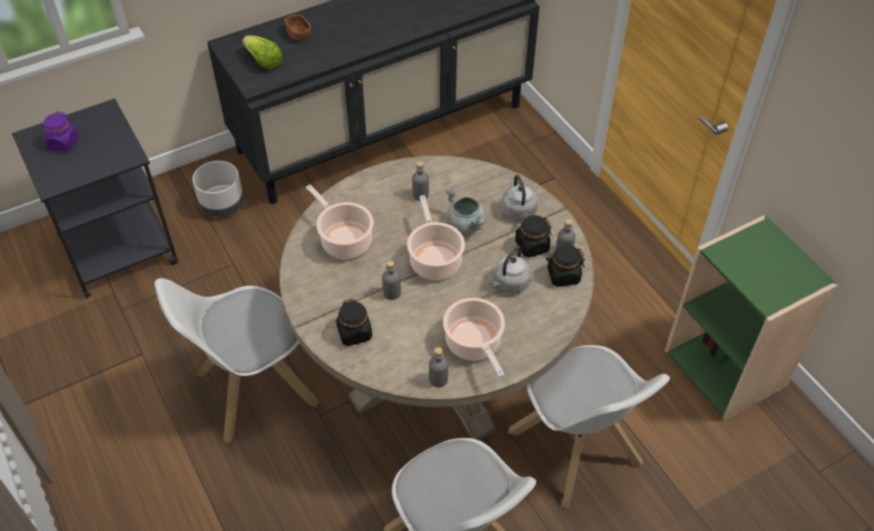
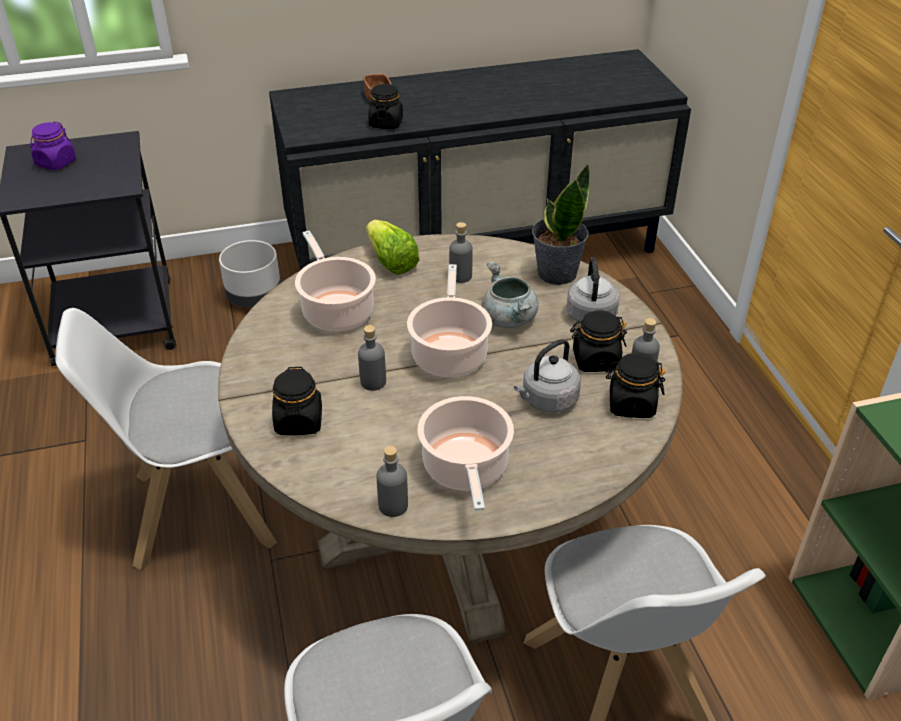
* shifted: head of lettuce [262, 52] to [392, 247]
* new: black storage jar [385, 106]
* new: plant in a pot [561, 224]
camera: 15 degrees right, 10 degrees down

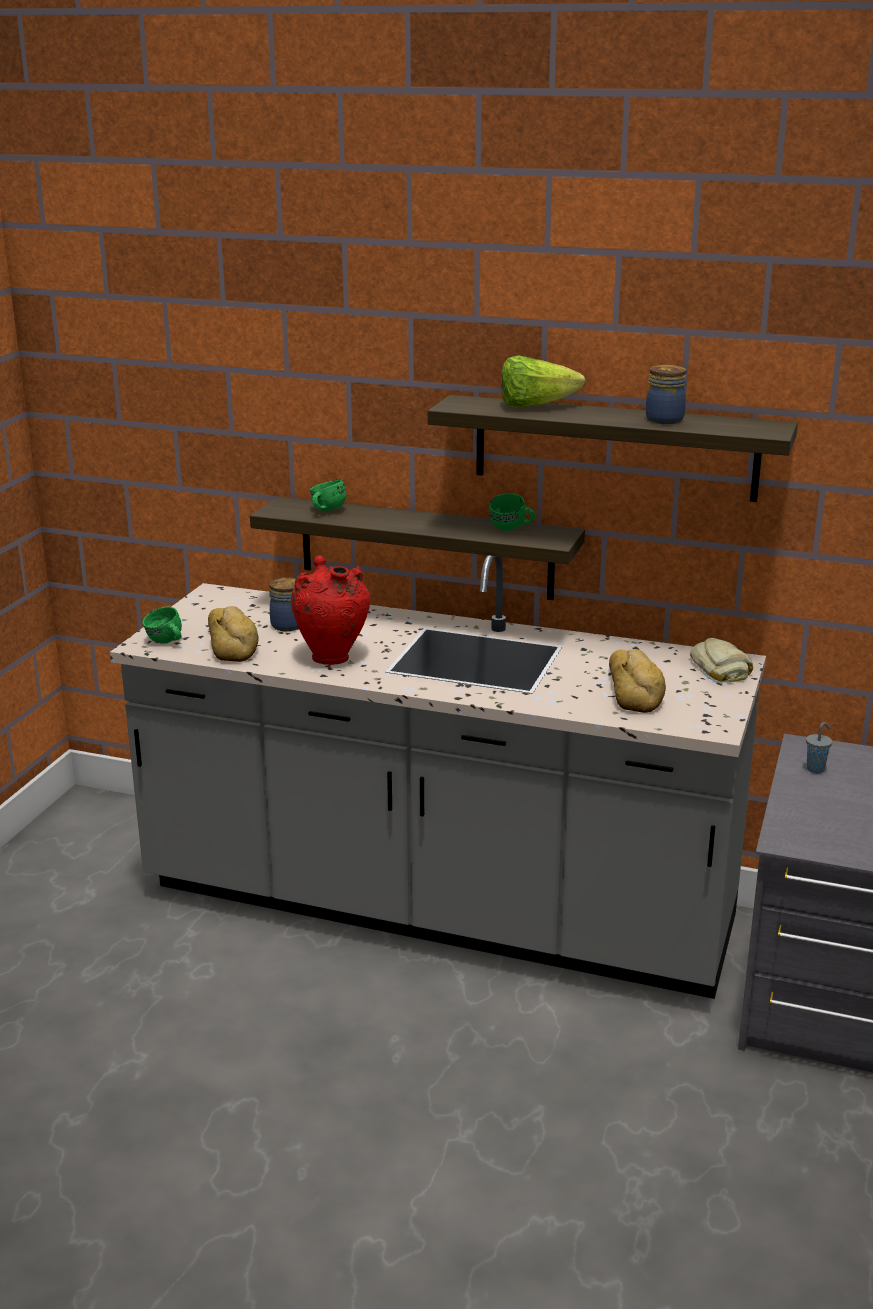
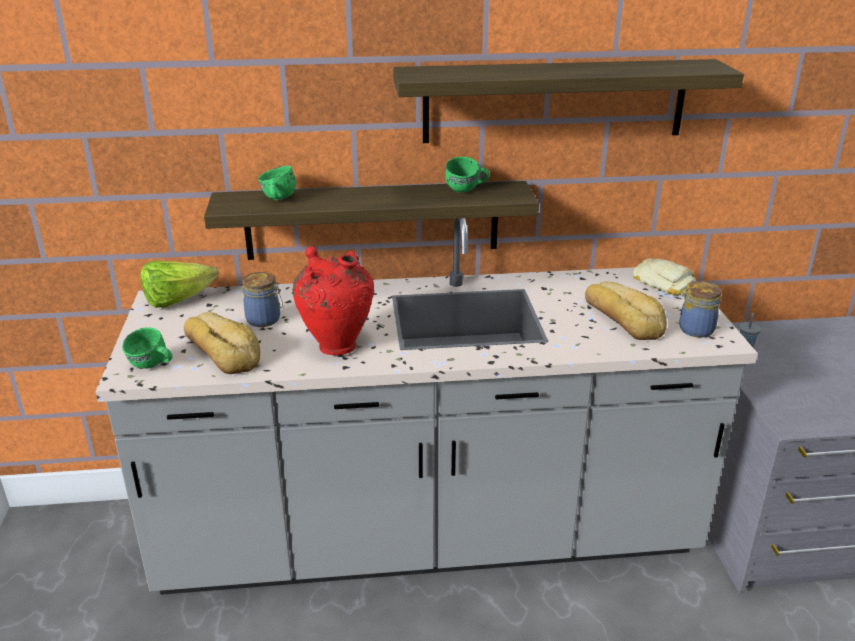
* shifted: head of lettuce [543, 381] to [179, 284]
* shifted: storage jar [666, 394] to [700, 309]
camera: 25 degrees left, 5 degrees up

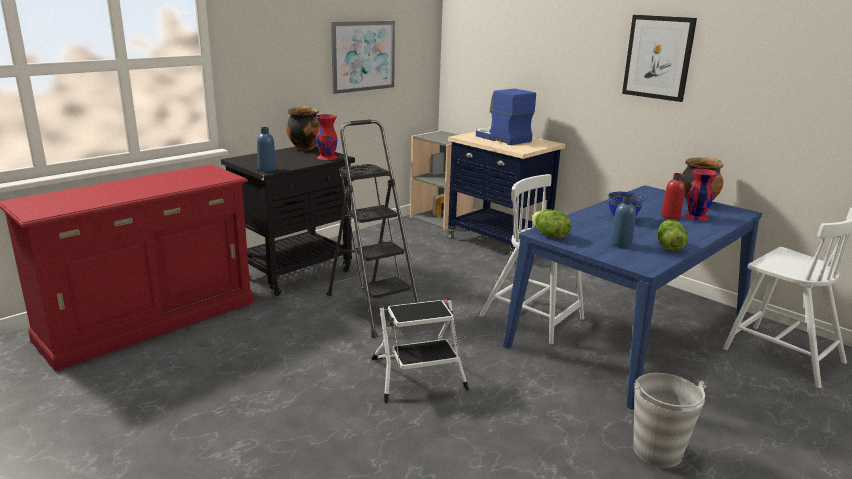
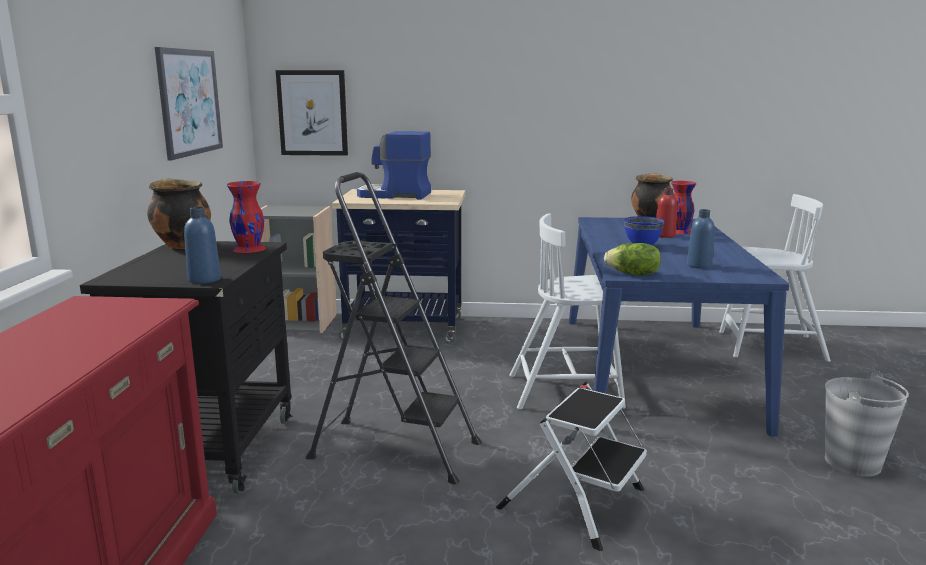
* shifted: wall picture [659, 58] to [312, 113]
* gone: head of lettuce [673, 235]
camera: 40 degrees left, 5 degrees down

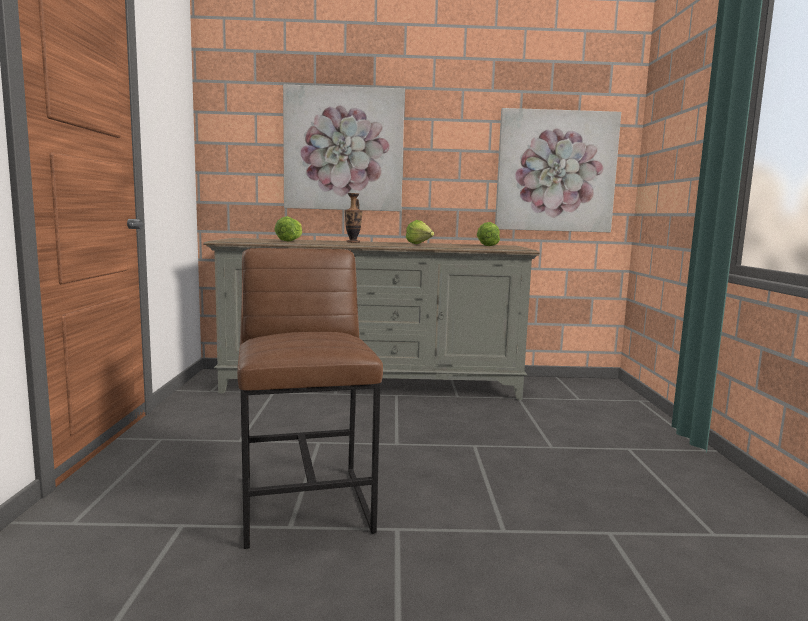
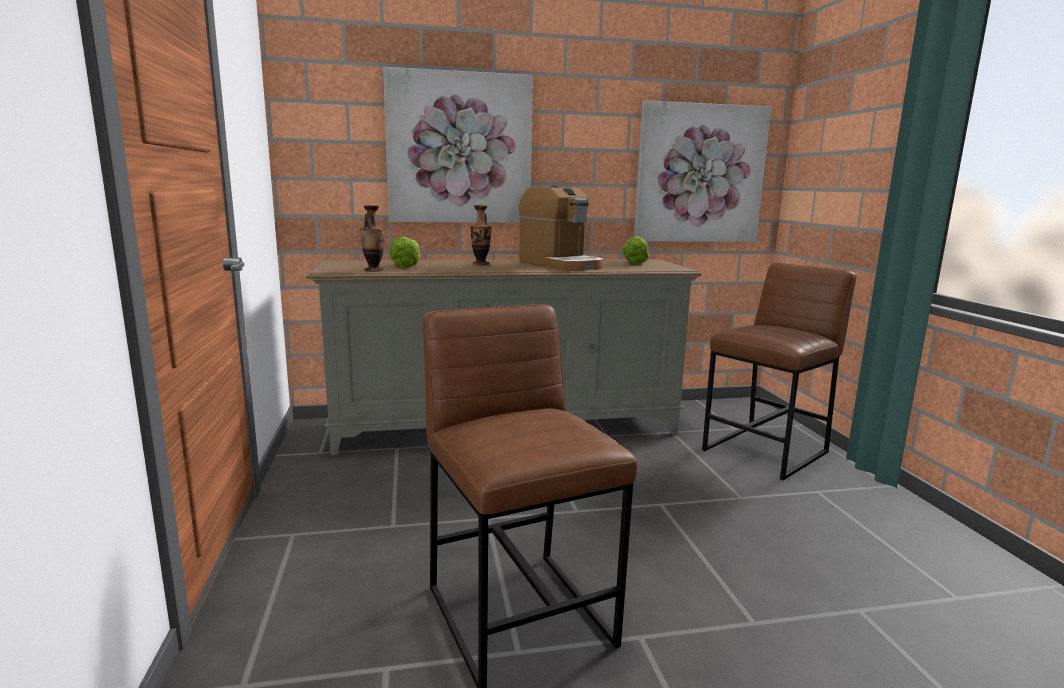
* swapped: head of lettuce [420, 232] to coffee maker [561, 228]
* new: vase [372, 238]
* new: brown upright chair [779, 371]
camera: 10 degrees left, 5 degrees up

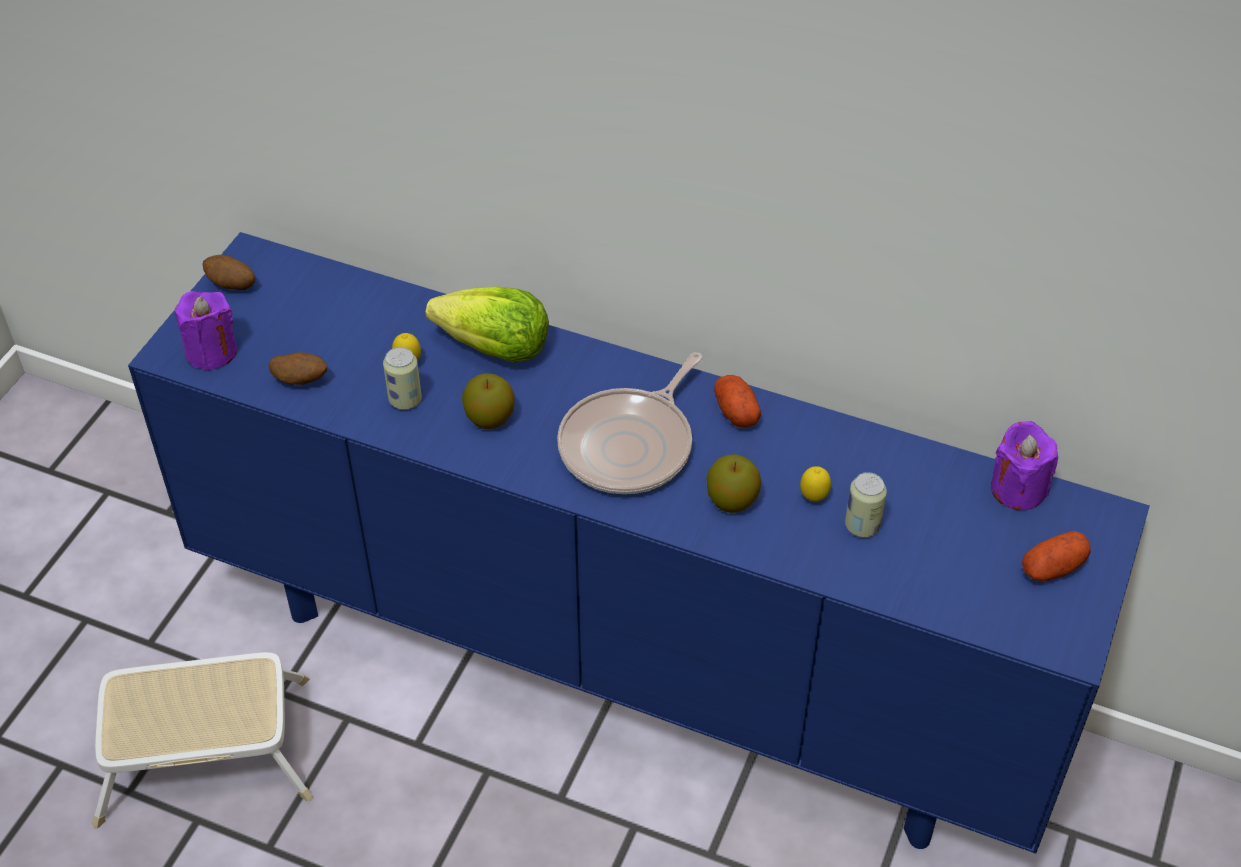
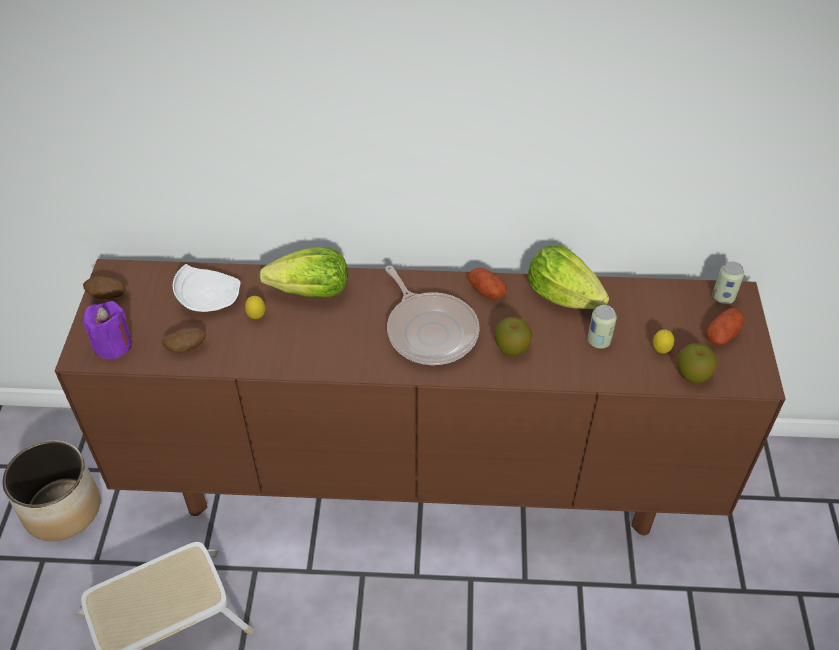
* repainted: blue storage cabinet [639, 543] to brown storage cabinet [420, 397]
* shifted: can [402, 378] to [728, 282]
* shifted: whole apple [488, 401] to [697, 363]
* rotated: pan [629, 423] = [432, 315] 45 degrees counterclockwise
* shifted: lemon [815, 483] to [663, 341]
* gone: purplish wax candle [1024, 465]
* new: plant pot [51, 490]
* new: white-coloured plate [207, 288]
* new: head of lettuce [568, 277]
camera: 20 degrees left, 0 degrees up

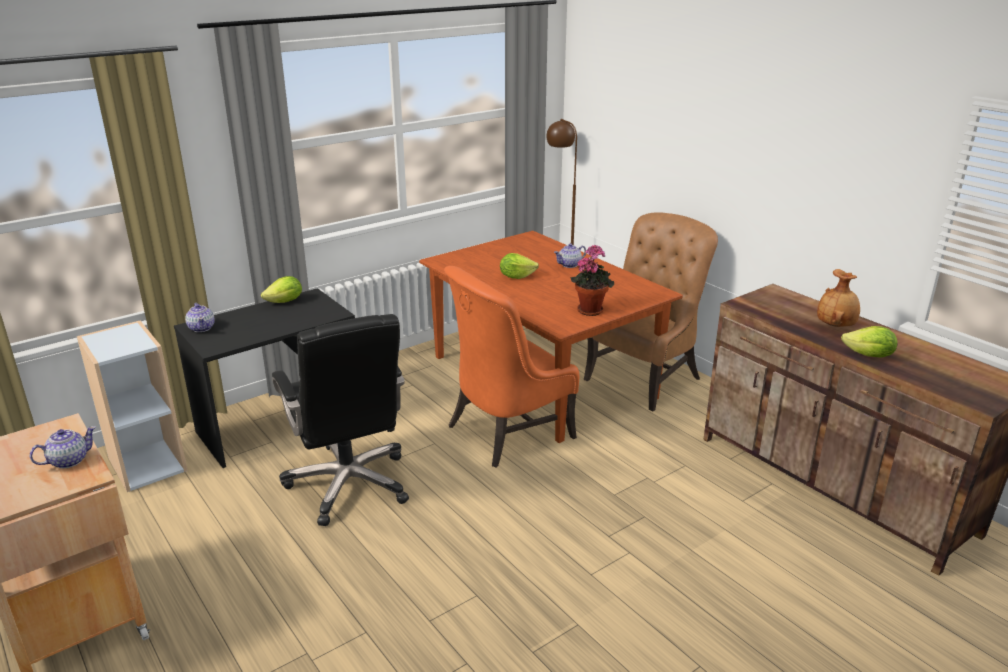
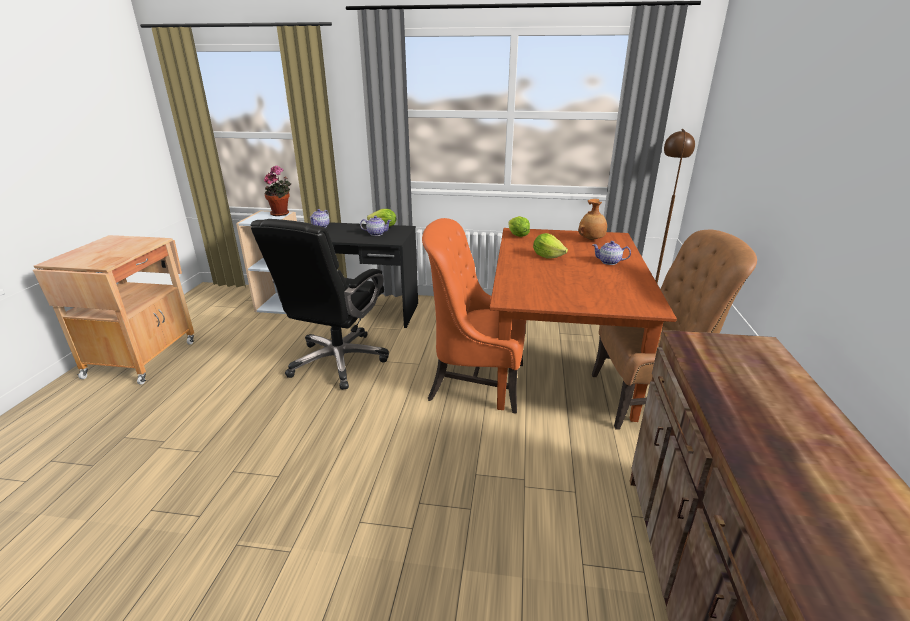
* shifted: tea pot [63, 447] to [375, 226]
* shifted: plant in a pot [592, 280] to [277, 191]
* shifted: brown vase [838, 298] to [592, 219]
* shifted: head of lettuce [869, 342] to [519, 226]
camera: 45 degrees right, 0 degrees up

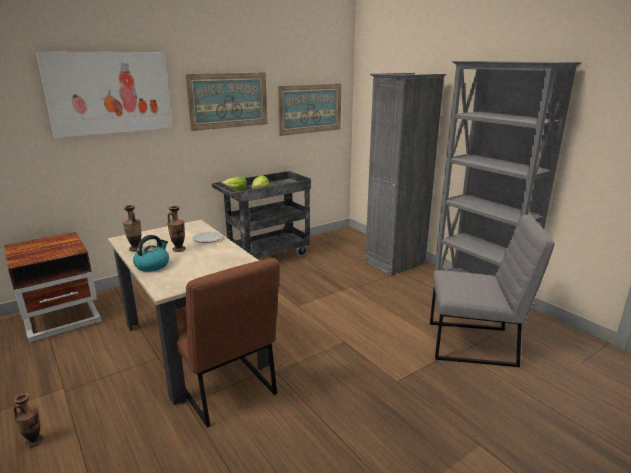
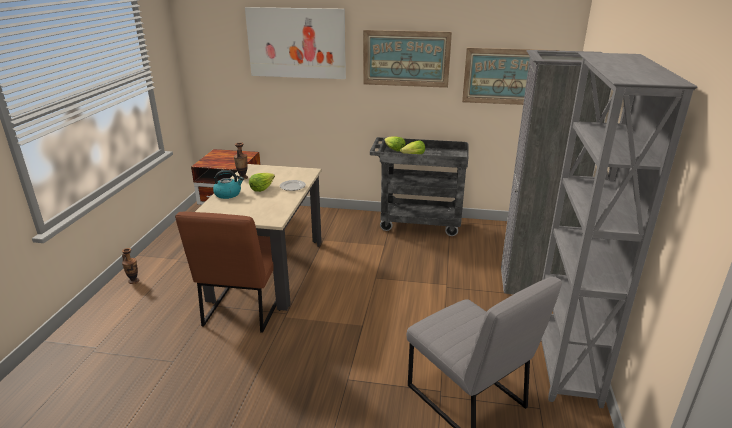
* swapped: vase [176, 229] to head of lettuce [262, 182]
camera: 45 degrees right, 5 degrees up

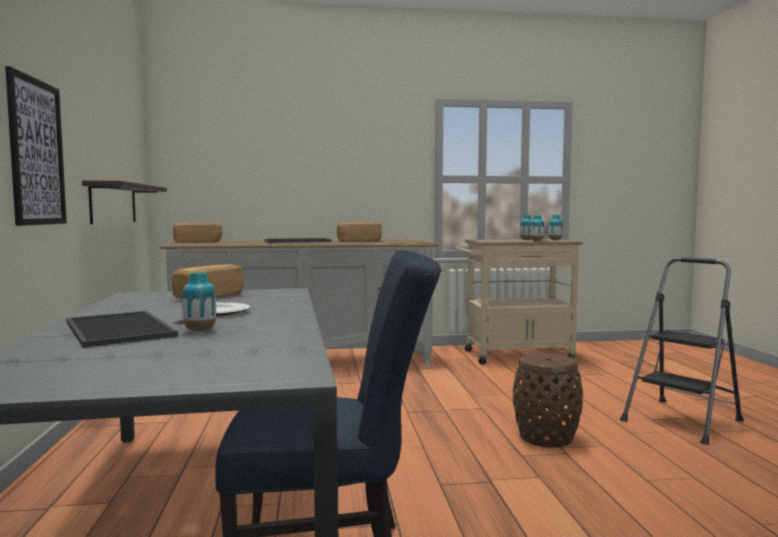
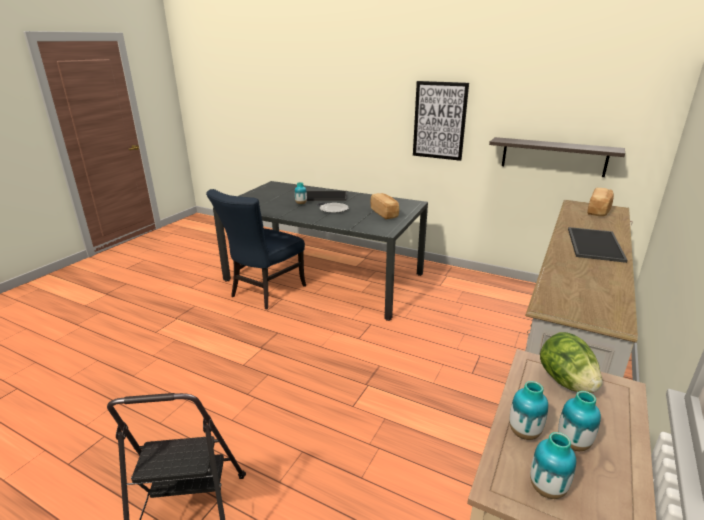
* gone: bakery bread [359, 232]
* gone: brown stool seat [548, 400]
* new: head of lettuce [571, 362]
camera: 125 degrees right, 20 degrees up

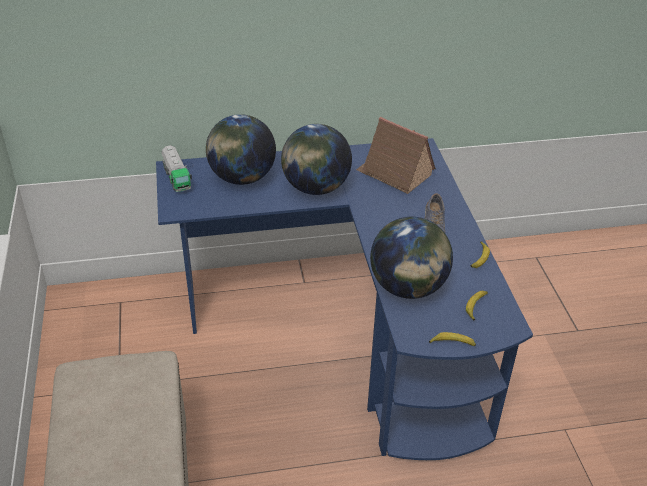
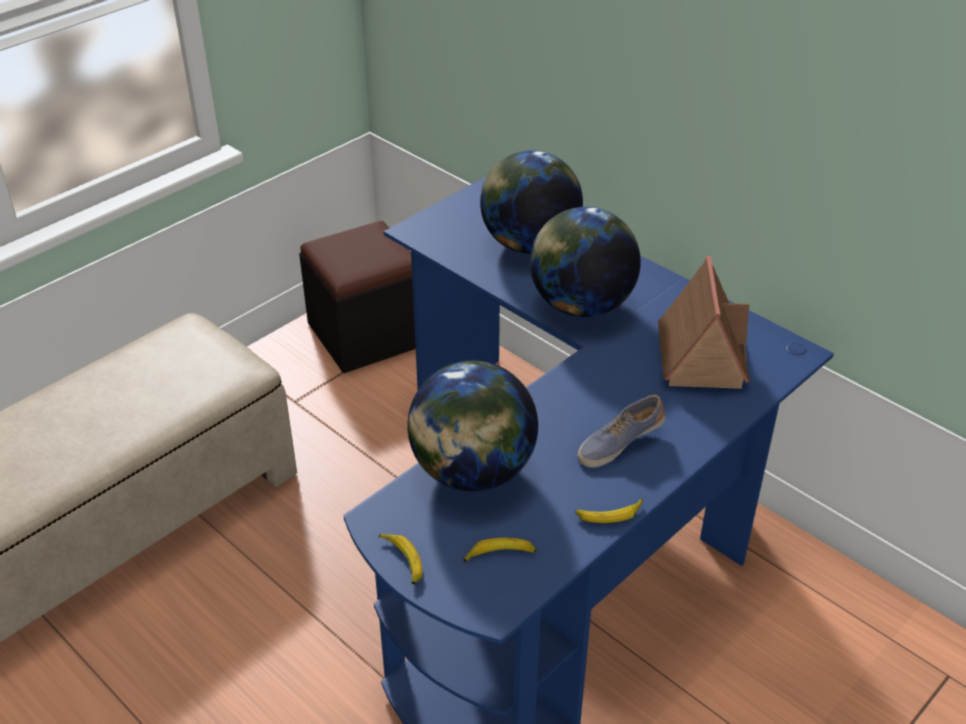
* gone: model truck [176, 168]
* new: black ottoman [357, 297]
camera: 55 degrees right, 0 degrees up

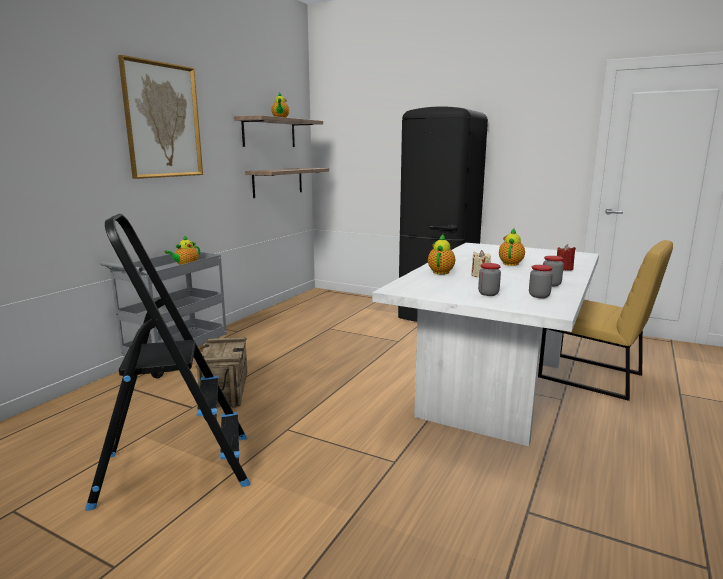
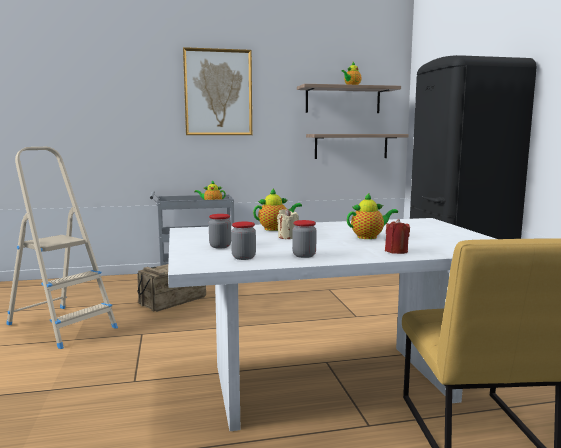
* repainted: black step ladder [167, 362] to beige-coloured step ladder [62, 248]
camera: 50 degrees right, 5 degrees down

